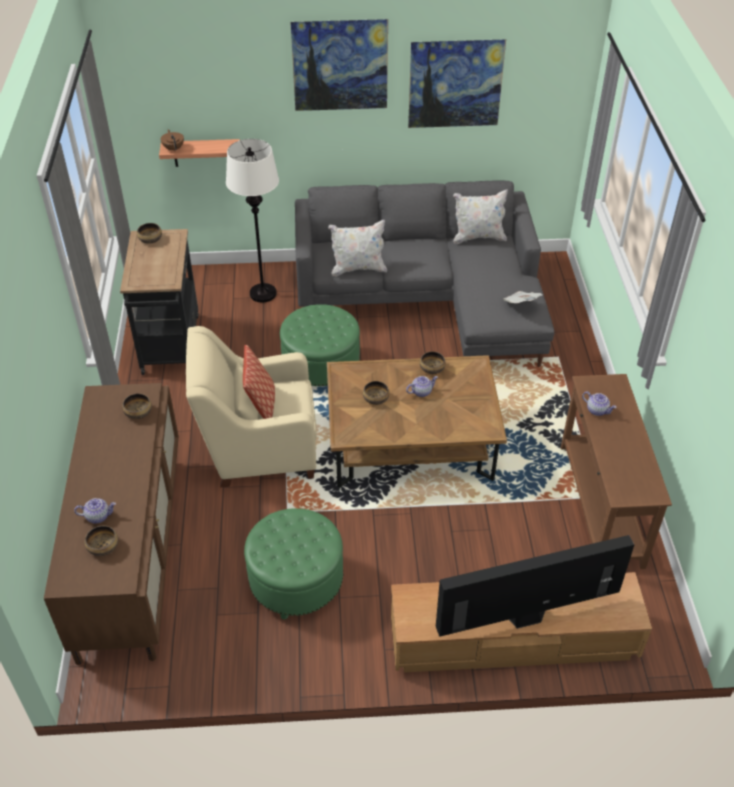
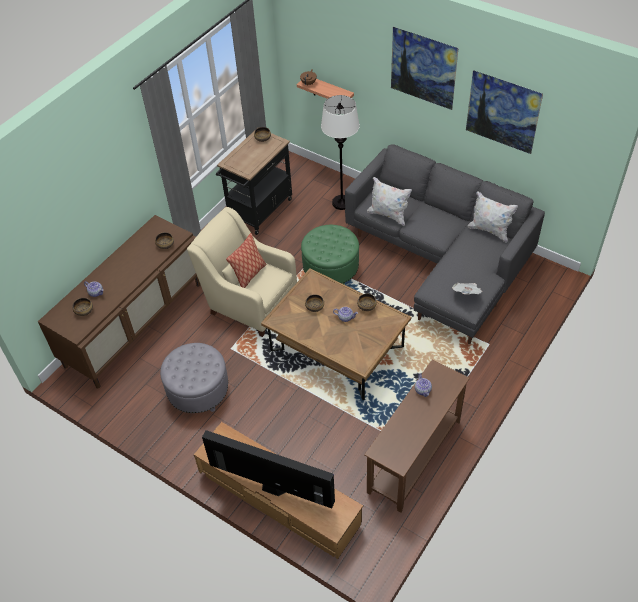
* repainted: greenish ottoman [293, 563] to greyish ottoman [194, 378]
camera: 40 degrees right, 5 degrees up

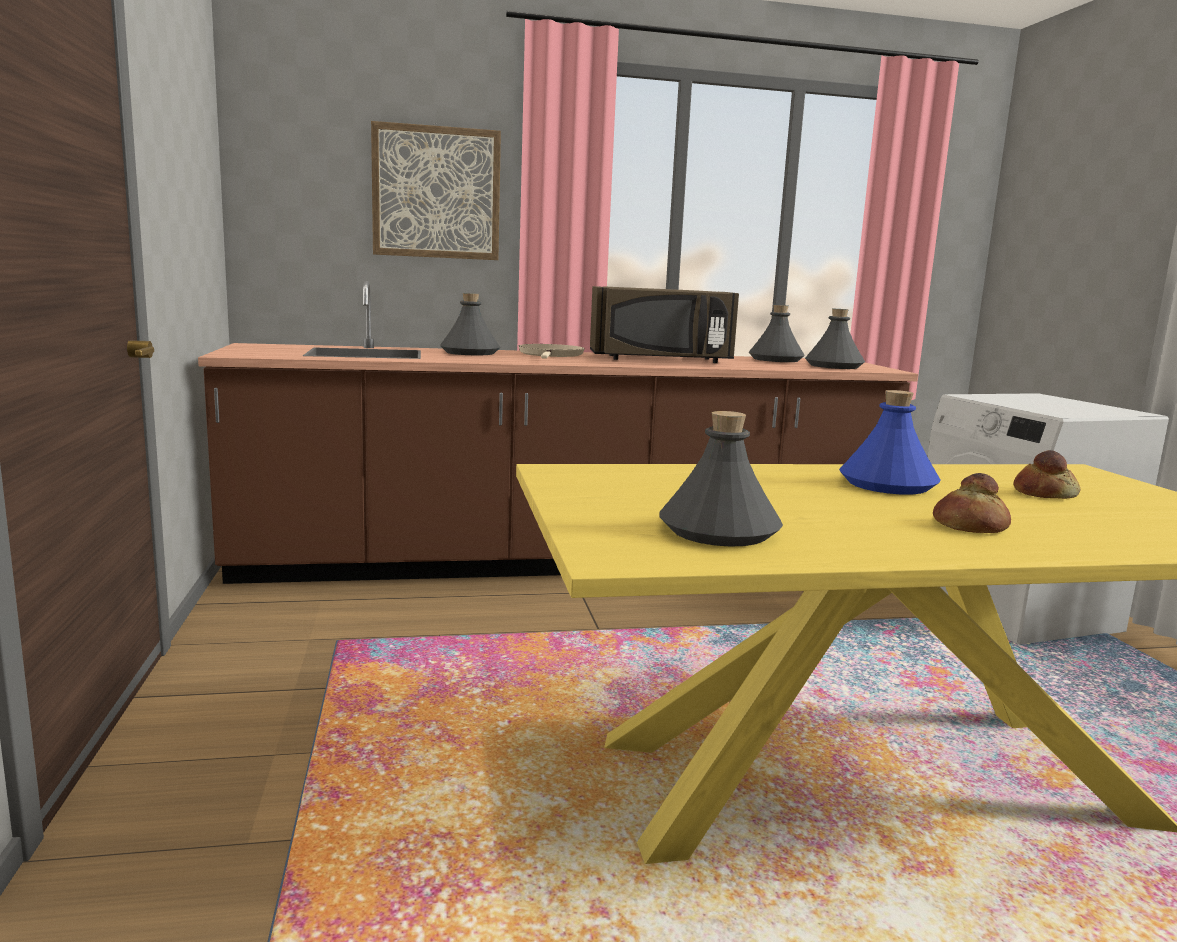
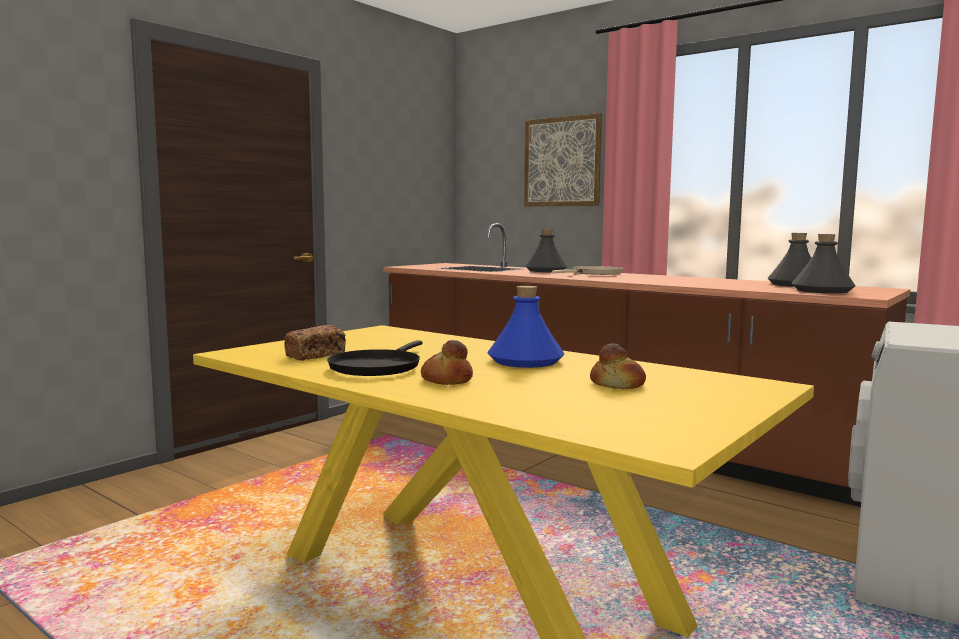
* gone: brown microwave oven [664, 324]
* swapped: greyish drink bottle [721, 479] to bakery bread [315, 343]
* new: black pan [375, 358]
camera: 50 degrees right, 5 degrees down

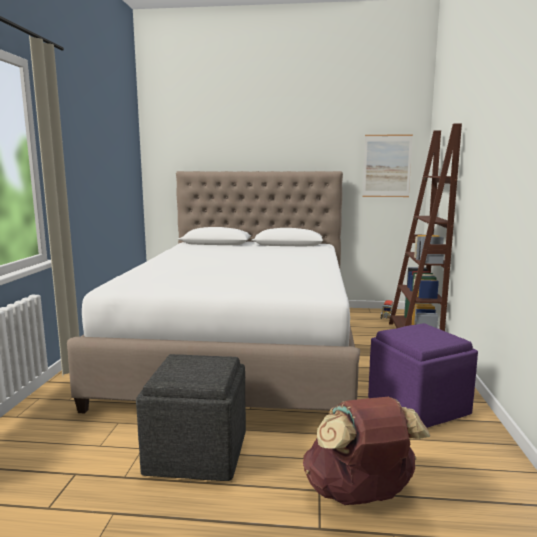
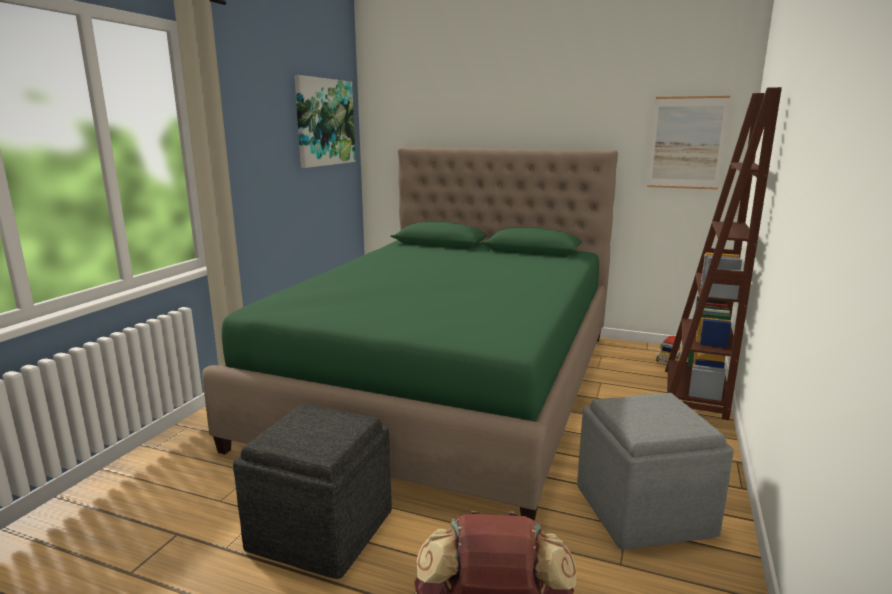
* repainted: white-coloured bed [213, 292] to greenish bed [410, 333]
* repainted: purplish ottoman [423, 375] to greyish ottoman [655, 471]
* new: wall picture [325, 121]
camera: 15 degrees right, 5 degrees up

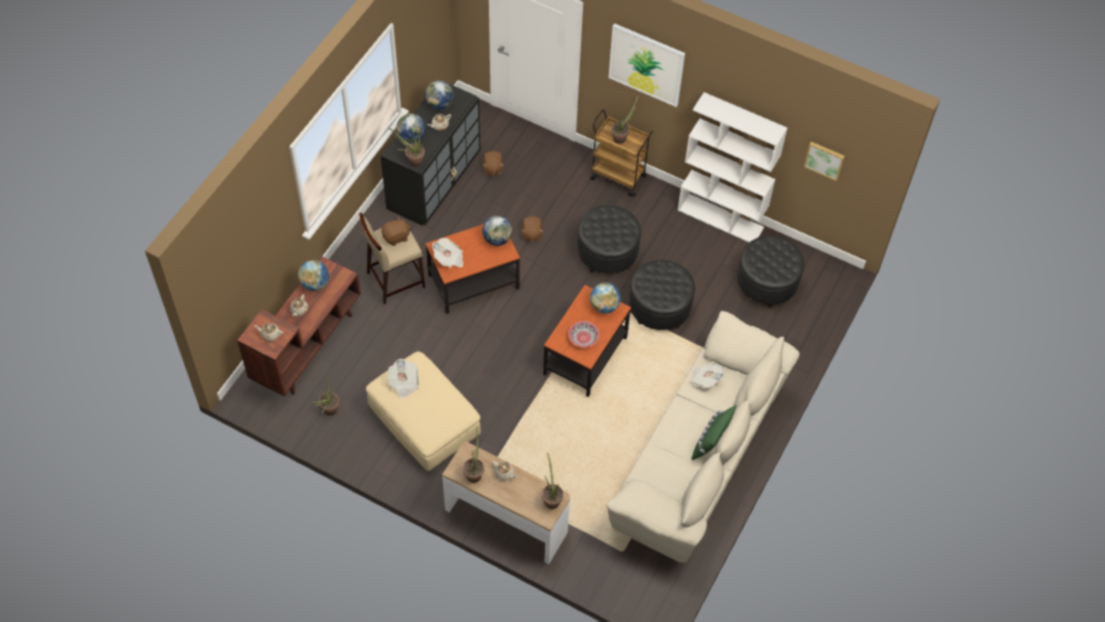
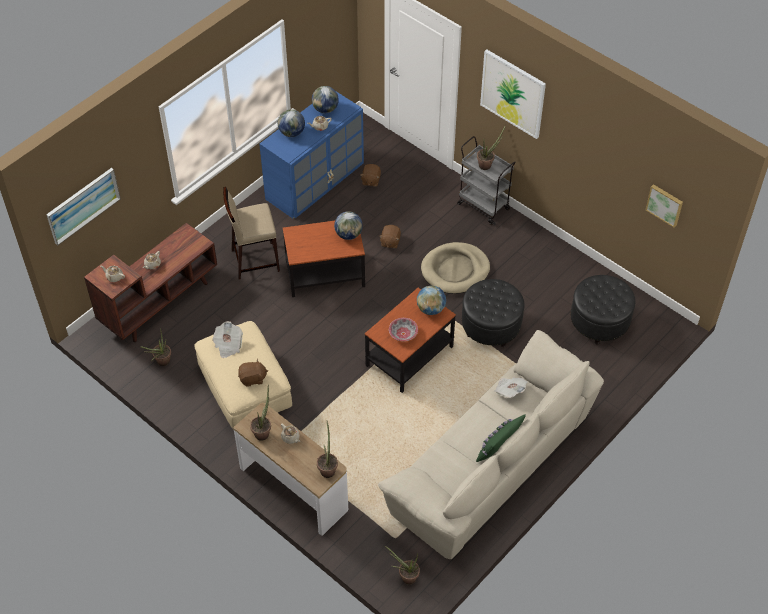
* gone: world globe [313, 275]
* repainted: black storage cabinet [430, 153] to blue storage cabinet [311, 155]
* shifted: brown plush toy [396, 231] to [253, 373]
* shifted: plant in a pot [407, 147] to [402, 565]
* gone: printed paper [447, 253]
* swapped: black ottoman [609, 239] to beige-coloured dog bed [455, 268]
* repainted: brown wheeled cart [621, 153] to greyish wheeled cart [486, 180]
* gone: white-coloured bookshelf [732, 167]
* new: wall picture [83, 207]
camera: 15 degrees right, 5 degrees down

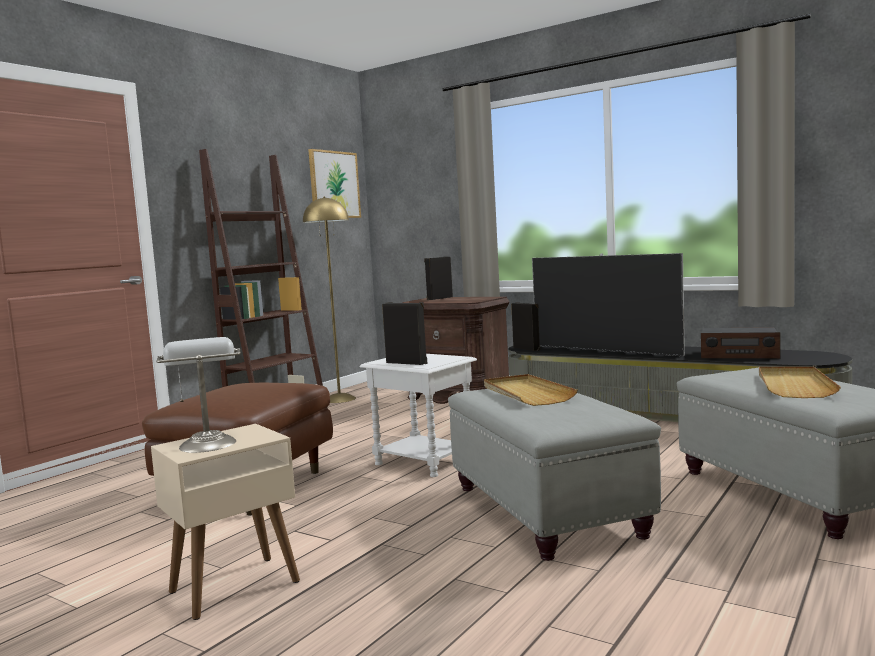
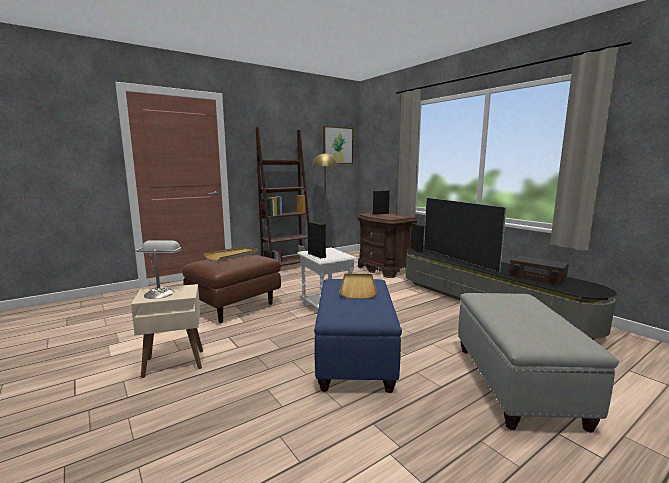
* repainted: greyish ottoman [554, 475] to blue ottoman [358, 336]
* shifted: beige-coloured tray [800, 382] to [231, 253]
camera: 20 degrees right, 5 degrees up

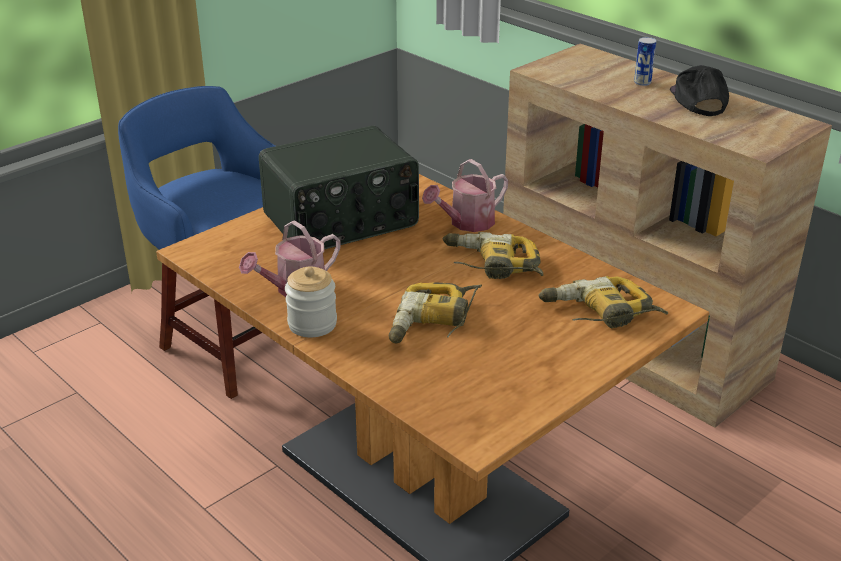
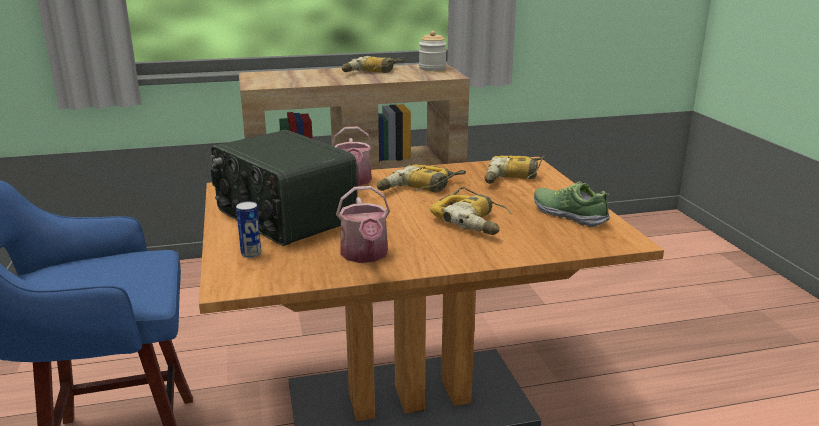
* rotated: radio receiver [339, 187] = [284, 188] 135 degrees clockwise
* shifted: storage jar [311, 302] to [433, 51]
* shifted: can [645, 61] to [248, 230]
* swapped: black peaked cap [699, 90] to power drill [373, 64]
* new: low shoe [572, 204]
camera: 60 degrees left, 10 degrees down

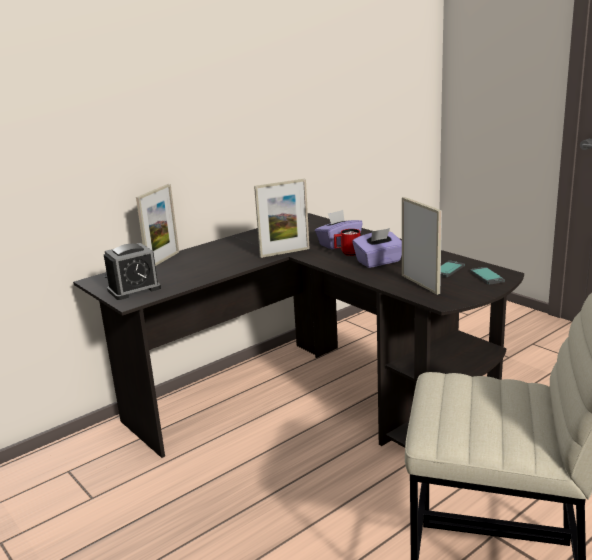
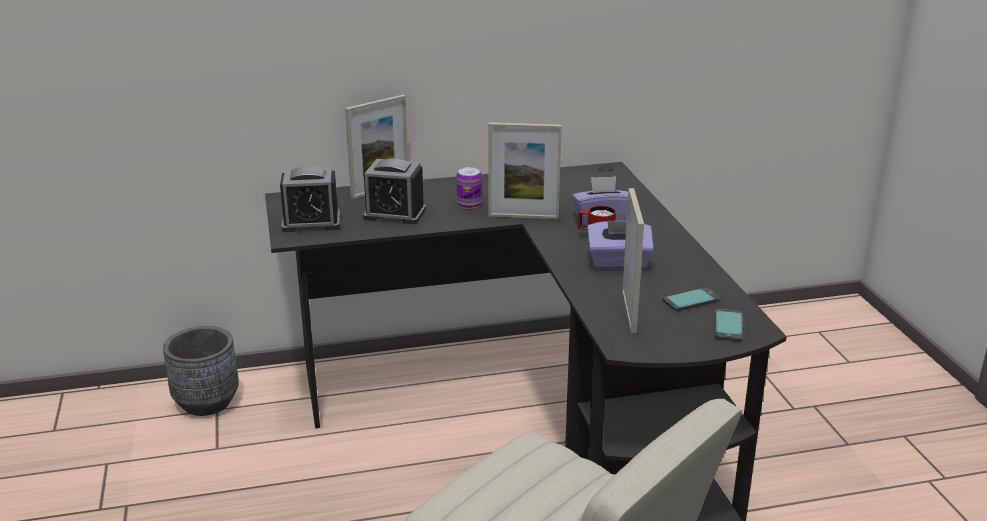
* new: greyish plant pot [201, 371]
* new: alarm clock [394, 191]
* new: can [469, 188]
camera: 25 degrees right, 5 degrees up

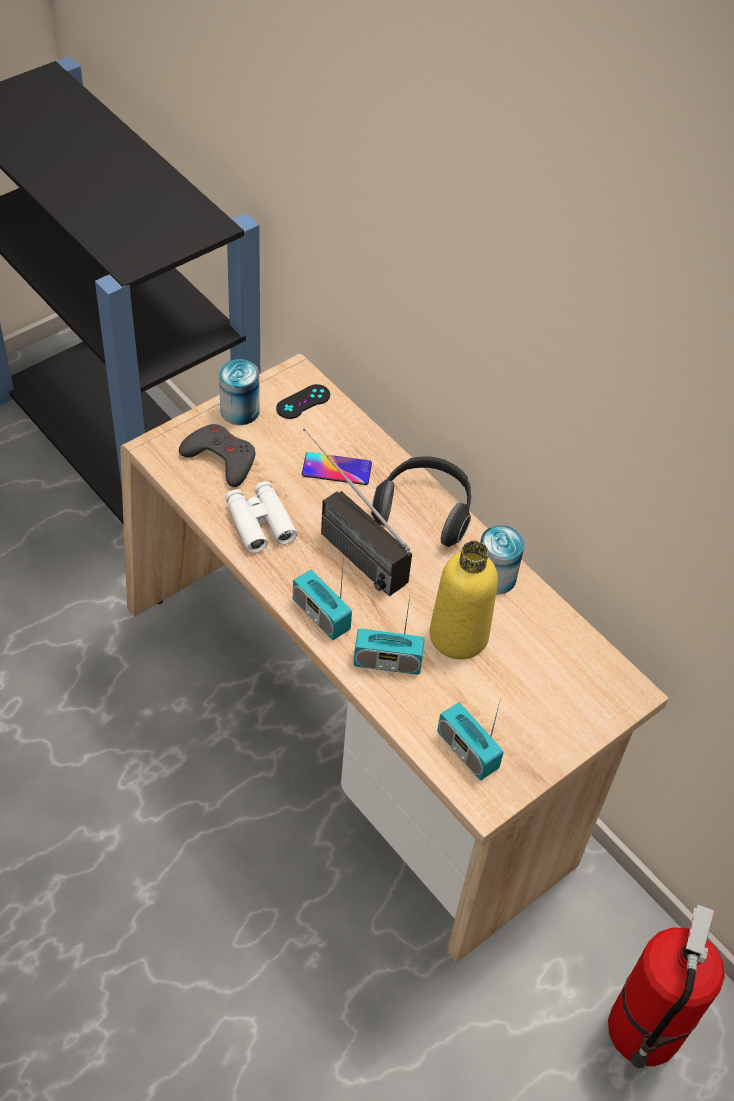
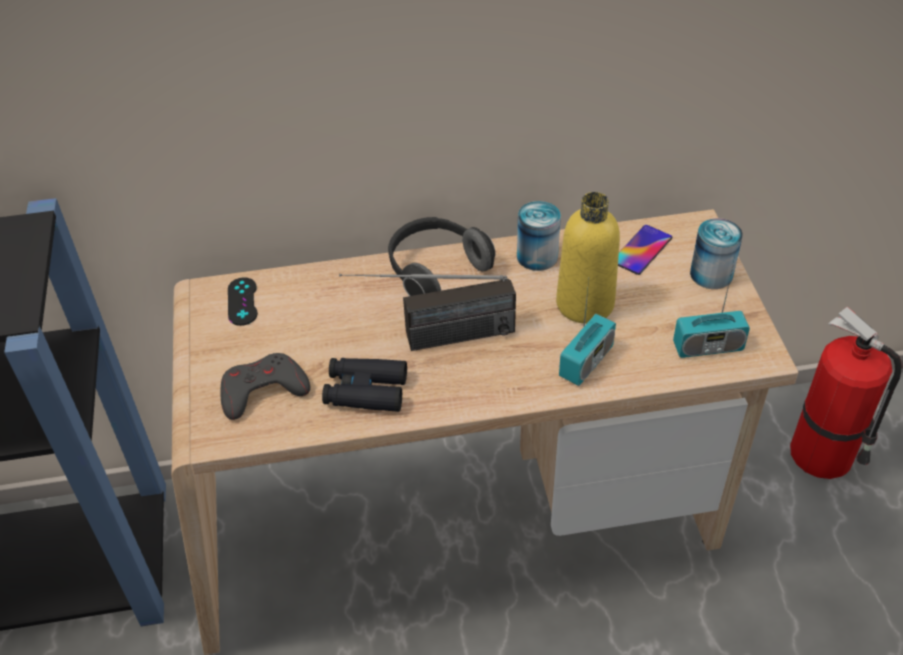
* shifted: can [239, 392] to [716, 253]
* repainted: white-coloured pair of binoculars [261, 517] to black pair of binoculars [364, 385]
* gone: radio receiver [322, 603]
* shifted: phone [337, 468] to [645, 250]
camera: 55 degrees left, 5 degrees down

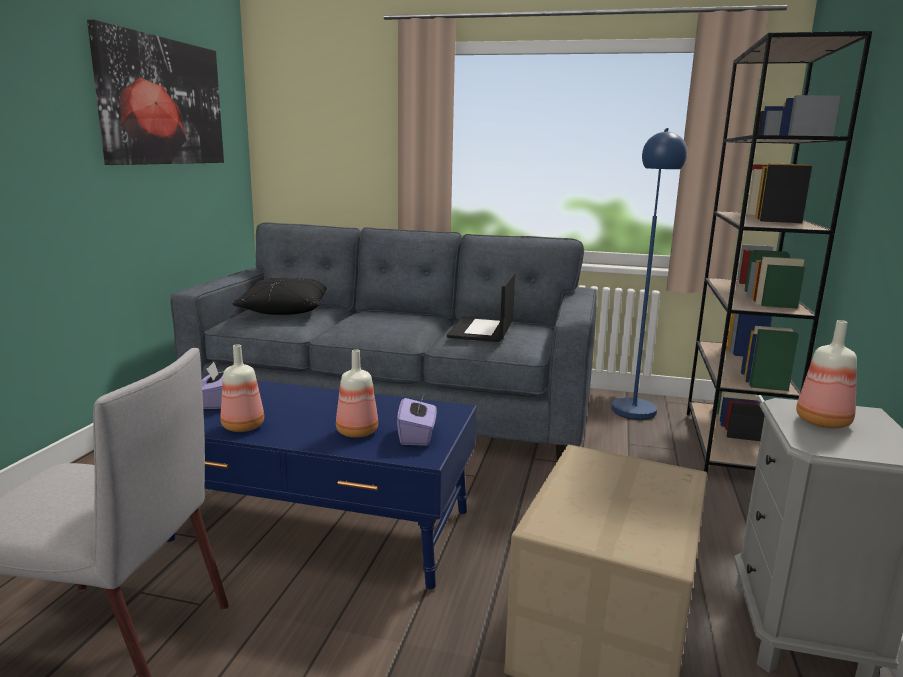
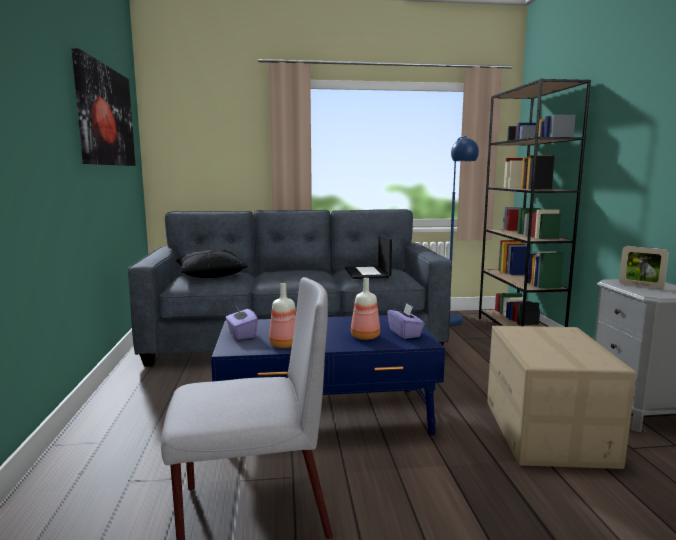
* swapped: drink bottle [826, 374] to standing frame [644, 267]
camera: 20 degrees left, 5 degrees down

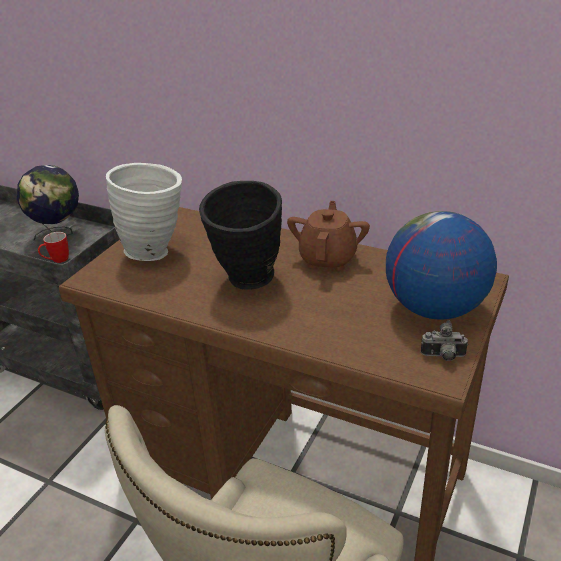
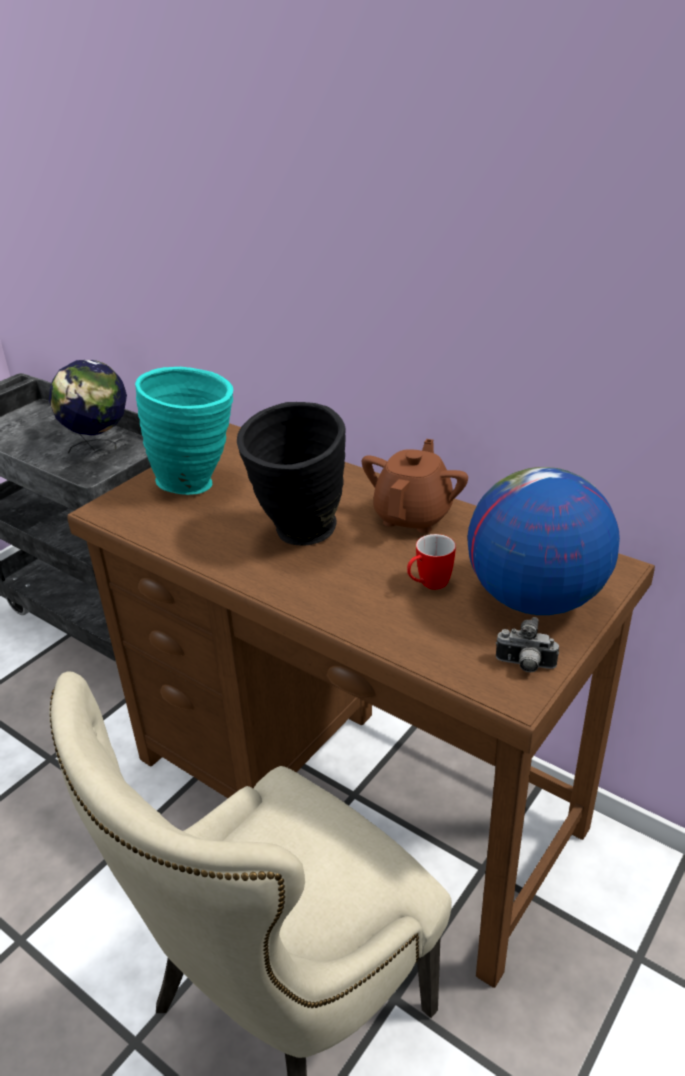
* shifted: mug [53, 247] to [431, 562]
* repainted: white-coloured vase [144, 212] to turquoise vase [184, 431]
camera: 10 degrees right, 0 degrees up

